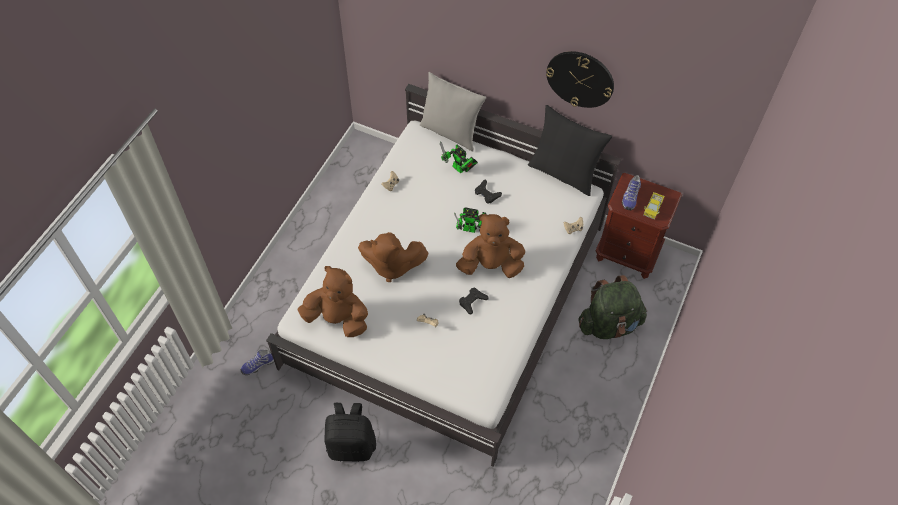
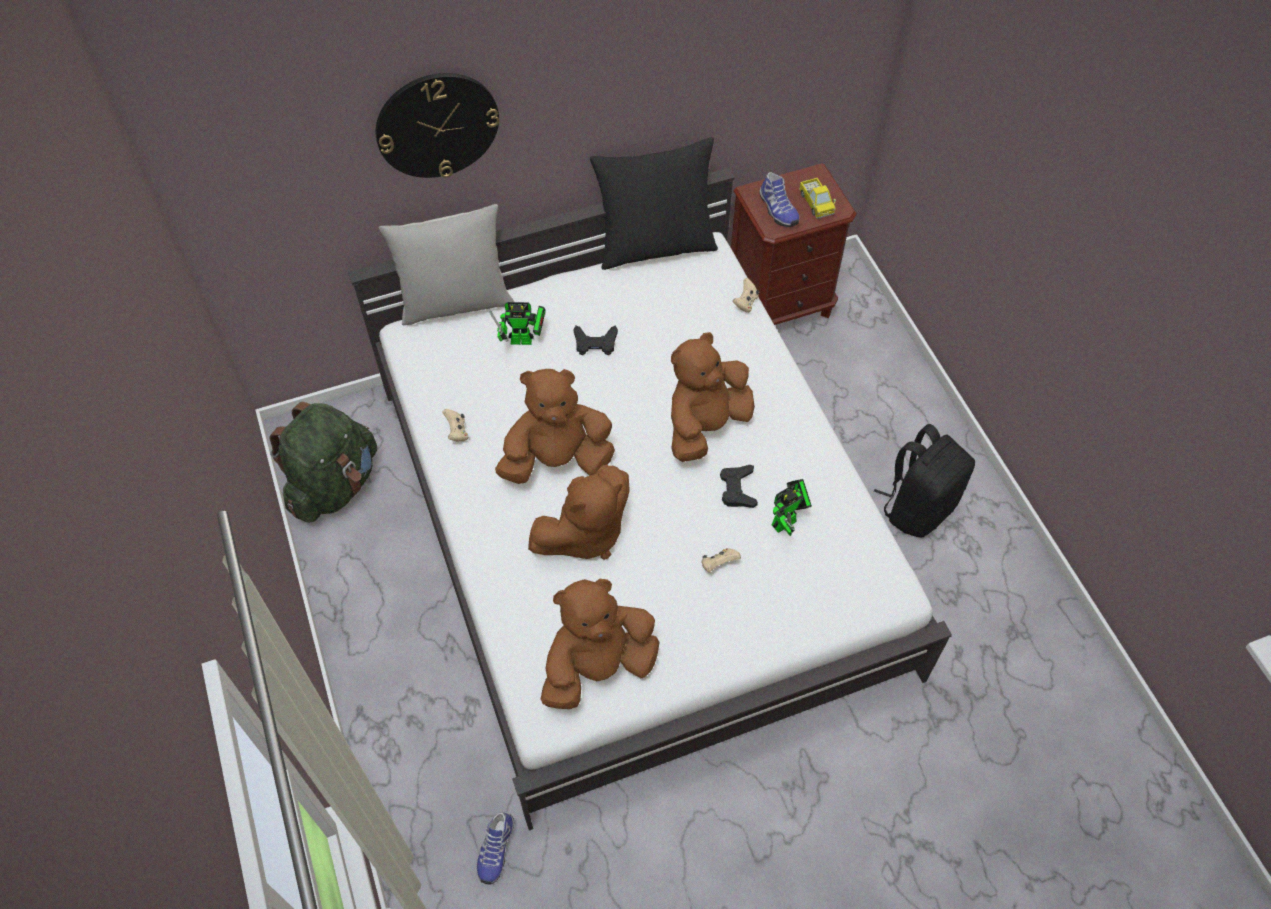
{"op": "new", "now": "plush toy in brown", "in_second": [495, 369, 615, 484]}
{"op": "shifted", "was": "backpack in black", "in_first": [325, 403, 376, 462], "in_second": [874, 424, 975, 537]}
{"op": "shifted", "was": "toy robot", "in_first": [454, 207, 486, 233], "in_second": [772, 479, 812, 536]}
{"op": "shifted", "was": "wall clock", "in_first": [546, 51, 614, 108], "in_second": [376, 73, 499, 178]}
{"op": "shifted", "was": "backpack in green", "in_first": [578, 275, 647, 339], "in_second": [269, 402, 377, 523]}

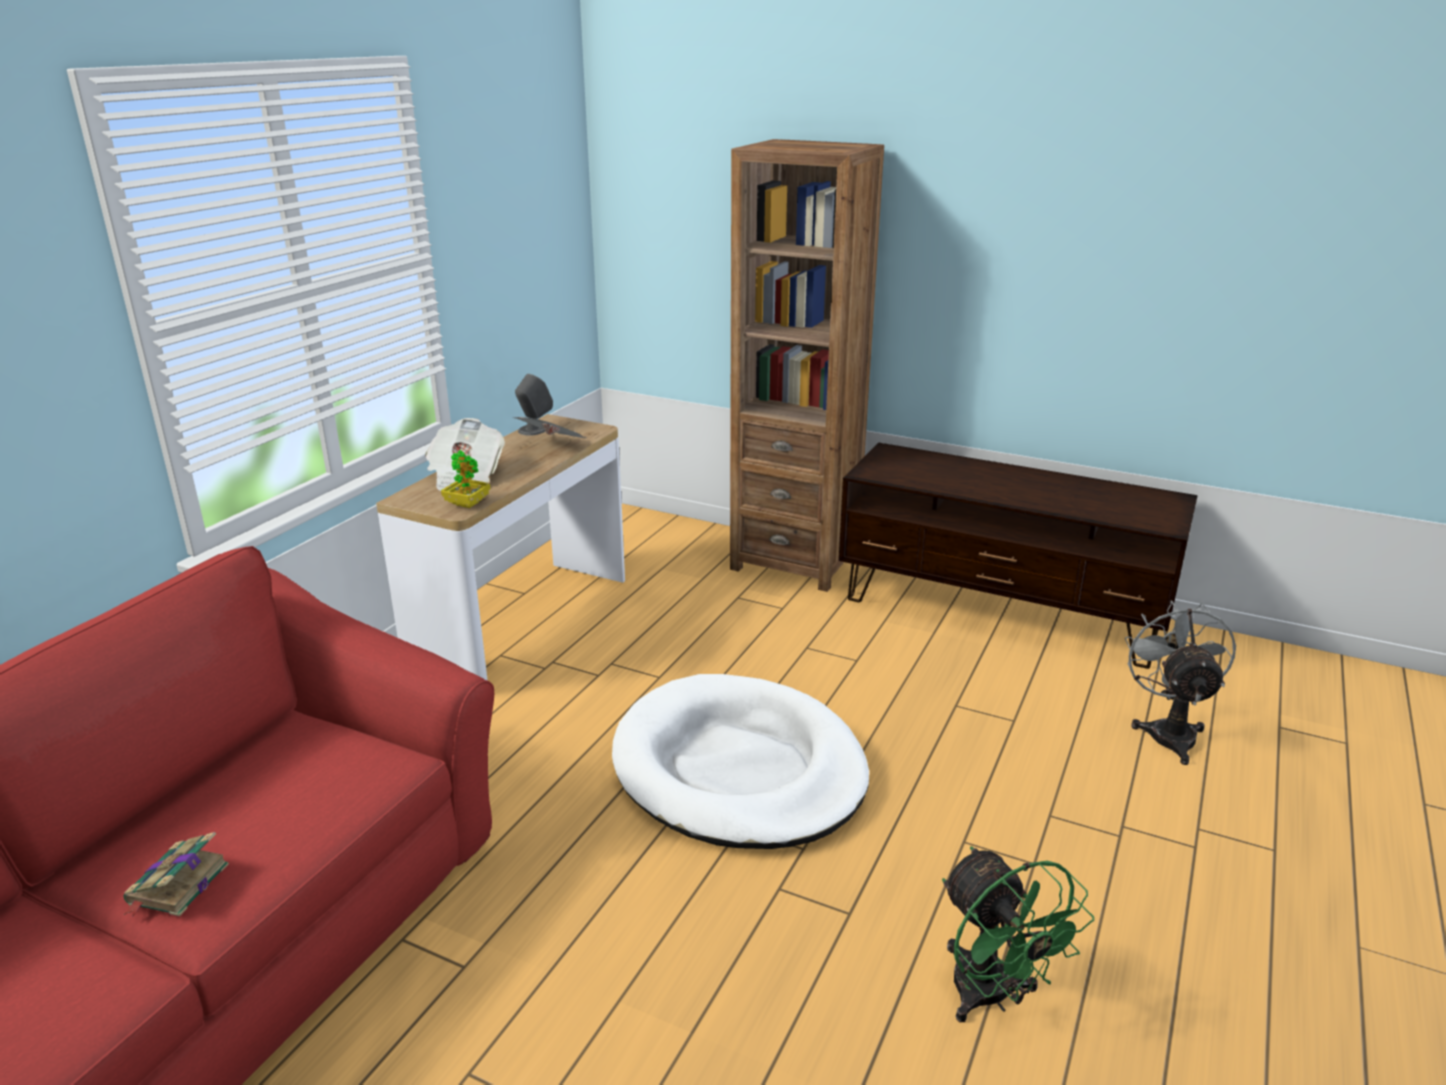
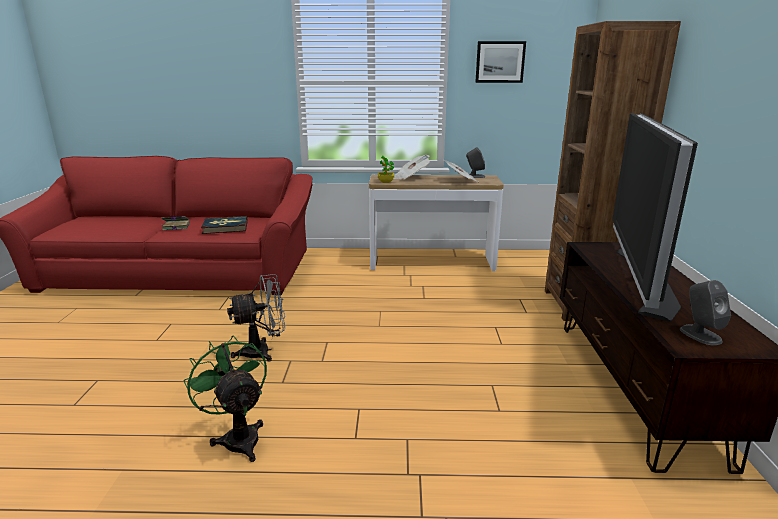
{"op": "gone", "was": "dog bed in white", "in_first": [612, 674, 869, 849]}
{"op": "new", "now": "book", "in_second": [201, 216, 248, 234]}
{"op": "new", "now": "picture", "in_second": [475, 41, 526, 83]}
{"op": "new", "now": "television", "in_second": [612, 113, 698, 322]}
{"op": "new", "now": "speaker in grey", "in_second": [680, 280, 731, 345]}
{"op": "shifted", "was": "fan in grey", "in_first": [1125, 600, 1236, 765], "in_second": [227, 274, 285, 362]}
{"op": "rotated", "was": "fan in green", "in_first": [942, 847, 1094, 1022], "in_second": [183, 335, 267, 462], "clockwise": 105}

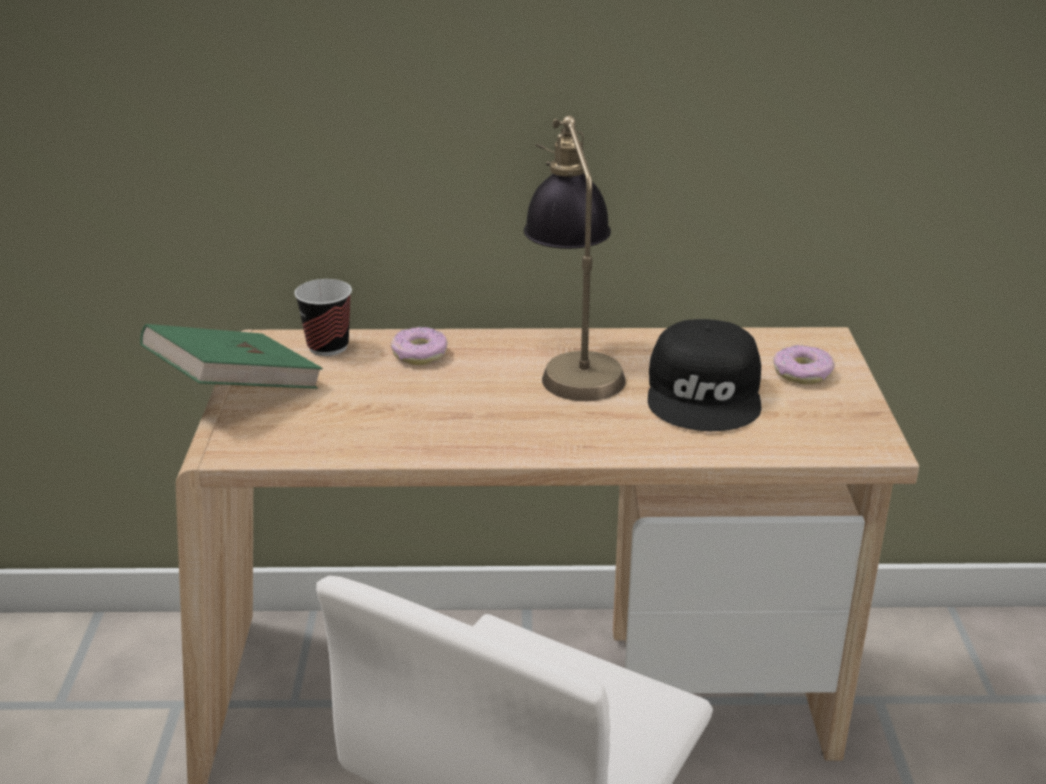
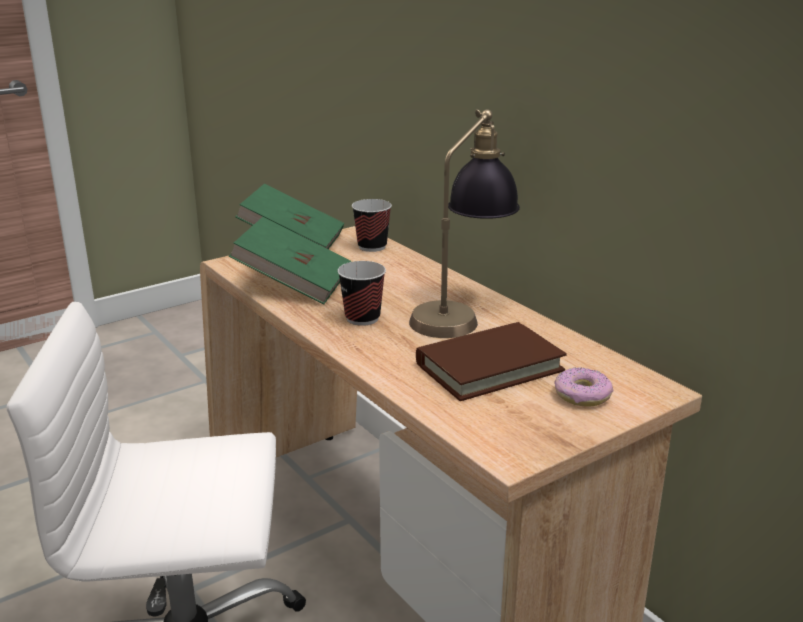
{"op": "gone", "was": "donut", "in_first": [390, 327, 448, 365]}
{"op": "new", "now": "book in green", "in_second": [229, 217, 352, 304]}
{"op": "new", "now": "cup", "in_second": [338, 261, 386, 326]}
{"op": "swapped", "was": "cap in black", "now": "book in brown", "in_first": [648, 319, 762, 431], "in_second": [416, 322, 567, 401]}

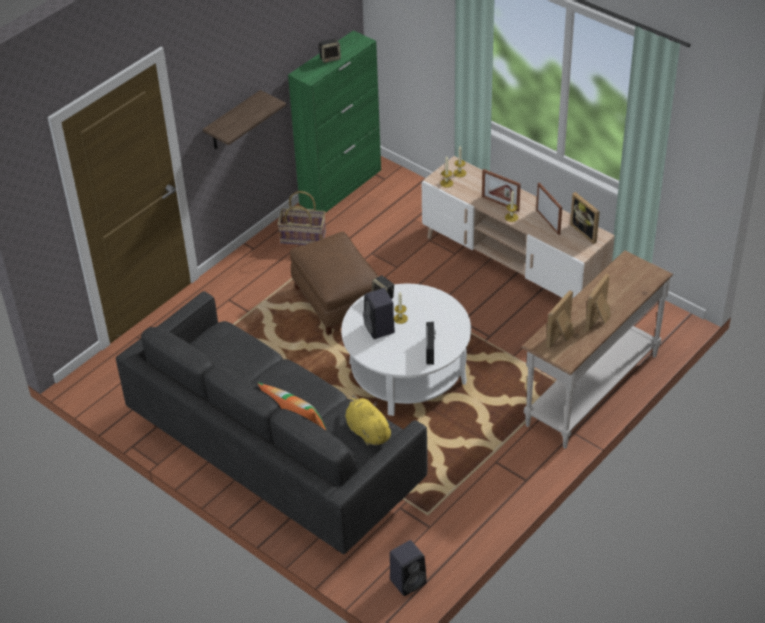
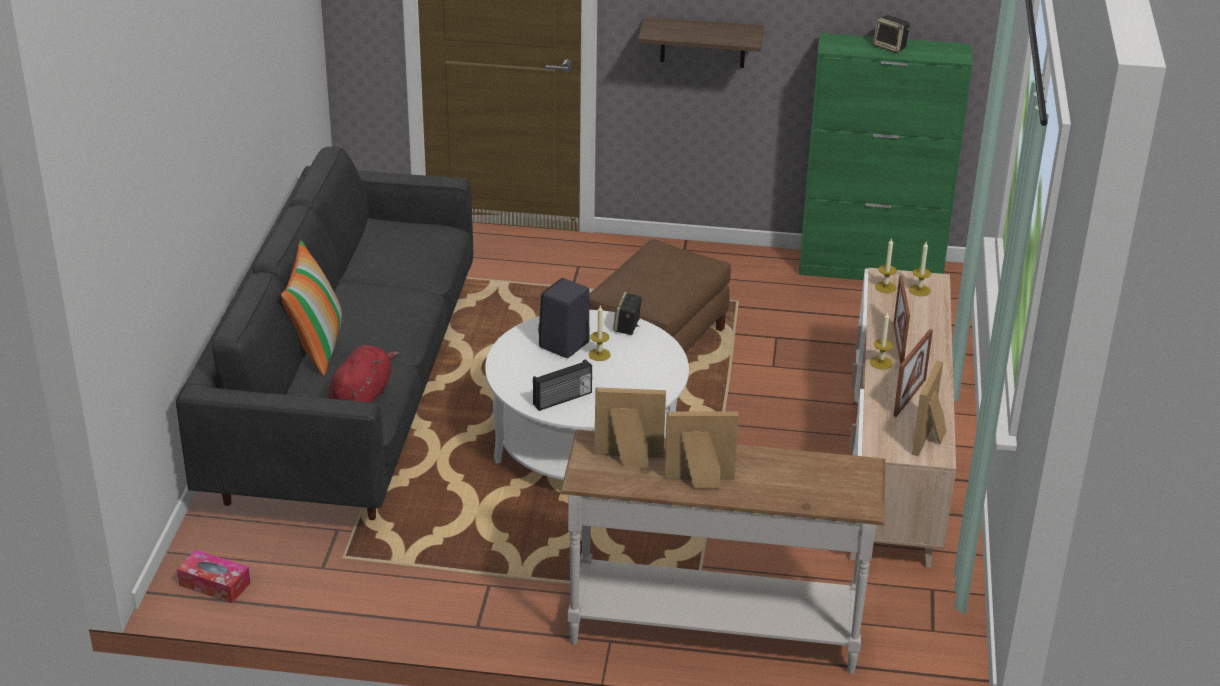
{"op": "gone", "was": "basket", "in_first": [277, 191, 326, 245]}
{"op": "swapped", "was": "speaker in black", "now": "tissue box", "in_first": [390, 540, 427, 596], "in_second": [177, 550, 251, 603]}
{"op": "repainted", "was": "plush toy in yellow", "now": "plush toy in red", "in_first": [345, 395, 394, 446], "in_second": [328, 345, 399, 403]}

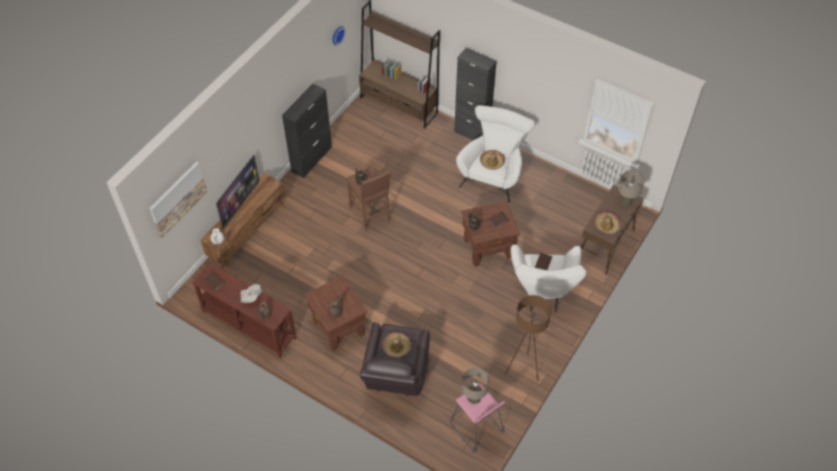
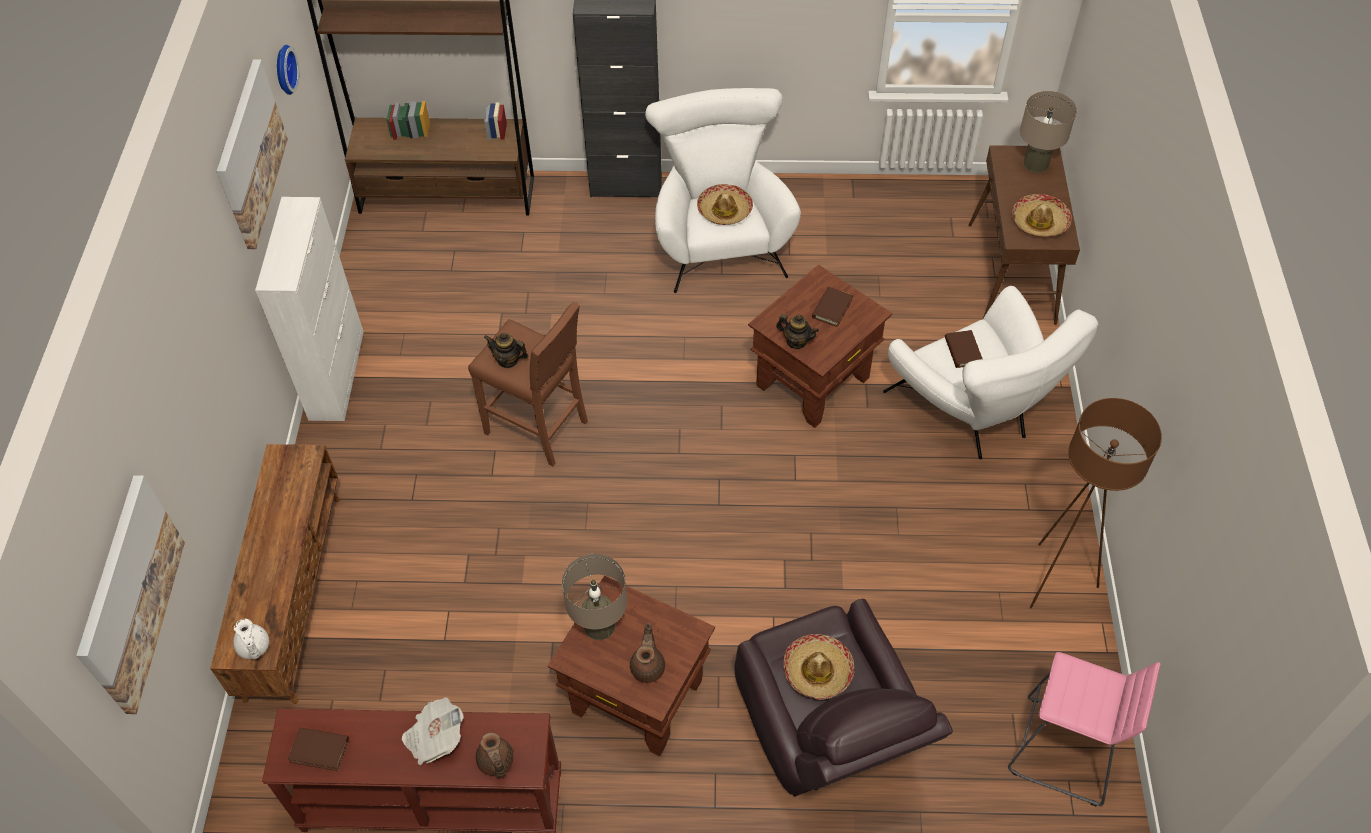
{"op": "gone", "was": "television", "in_first": [216, 155, 260, 229]}
{"op": "new", "now": "picture", "in_second": [216, 59, 288, 249]}
{"op": "shifted", "was": "table lamp in beige", "in_first": [462, 368, 489, 404], "in_second": [562, 554, 627, 640]}
{"op": "repainted", "was": "cabinet in black", "now": "cabinet in white", "in_first": [282, 84, 332, 178], "in_second": [255, 197, 364, 421]}

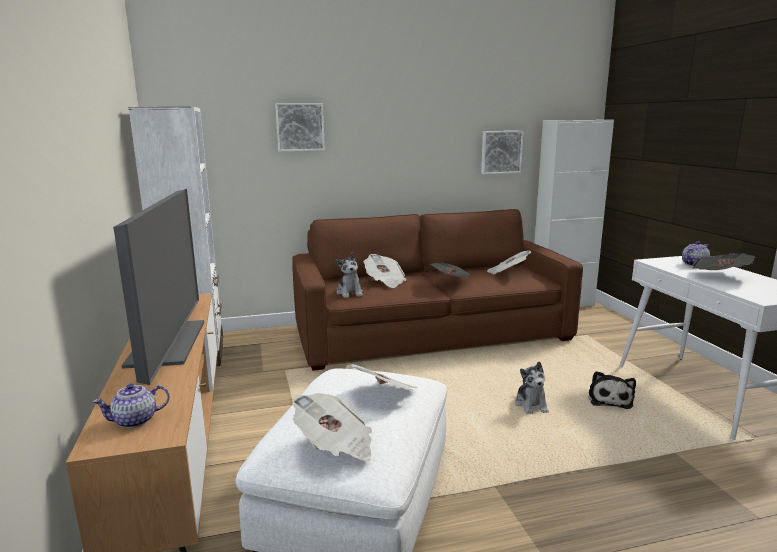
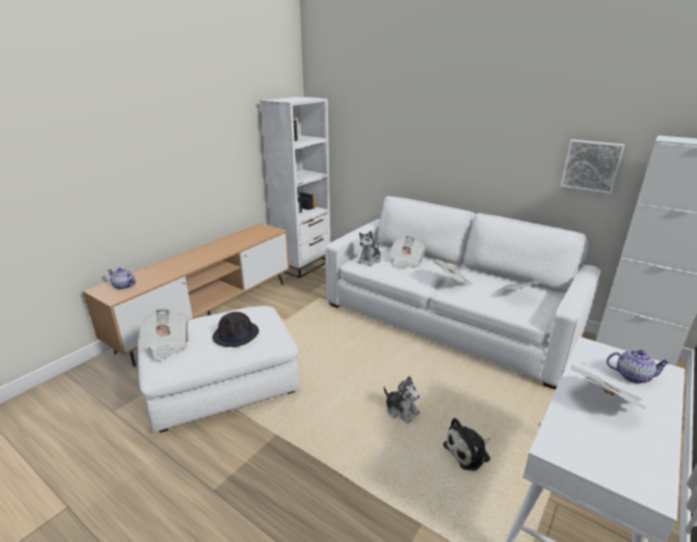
{"op": "gone", "was": "television", "in_first": [113, 189, 204, 385]}
{"op": "gone", "was": "picture", "in_first": [275, 103, 325, 152]}
{"op": "swapped", "was": "newspaper", "now": "hat in black", "in_first": [348, 364, 418, 391], "in_second": [212, 312, 259, 347]}
{"op": "repainted", "was": "sofa in brown", "now": "sofa in white", "in_first": [292, 209, 583, 371], "in_second": [325, 196, 601, 389]}
{"op": "rotated", "was": "plush toy", "in_first": [515, 361, 549, 414], "in_second": [384, 376, 420, 424], "clockwise": -90}

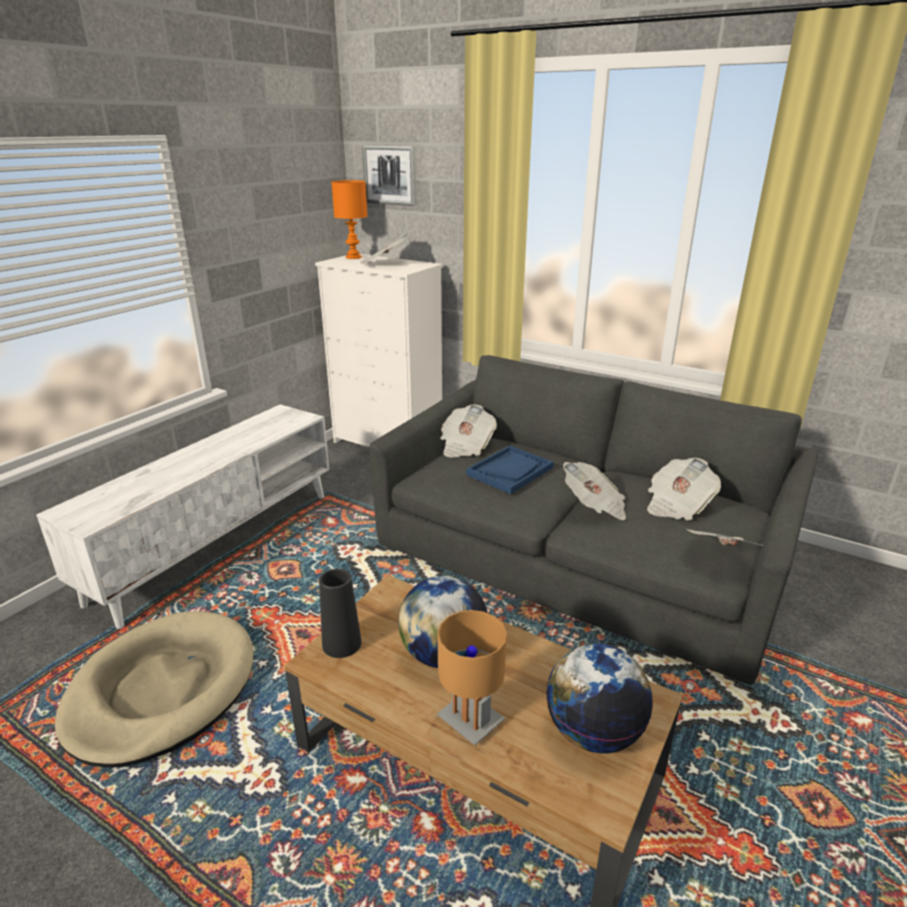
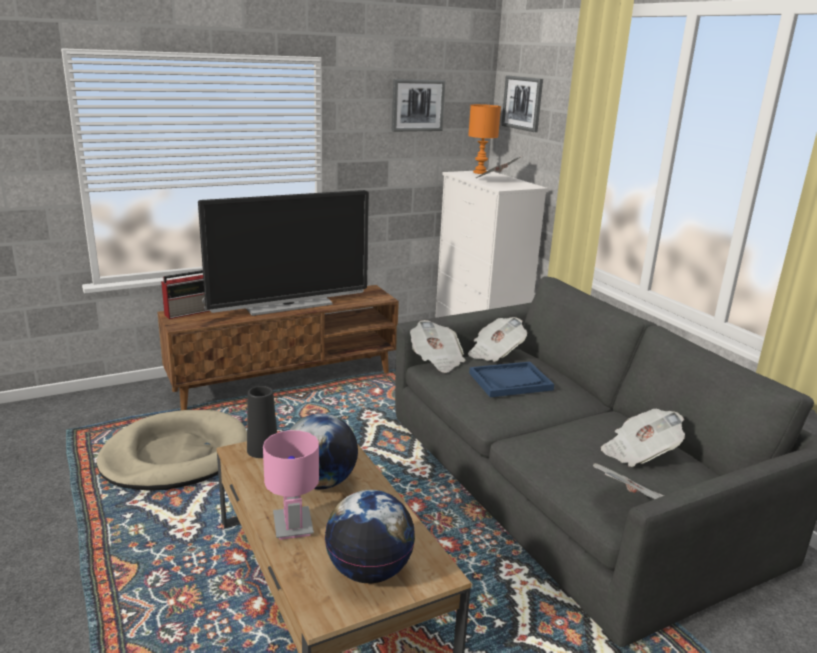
{"op": "new", "now": "radio", "in_second": [161, 270, 210, 319]}
{"op": "new", "now": "television", "in_second": [198, 190, 369, 316]}
{"op": "new", "now": "picture", "in_second": [392, 79, 446, 132]}
{"op": "shifted", "was": "newspaper", "in_first": [563, 462, 626, 520], "in_second": [410, 320, 466, 373]}
{"op": "repainted", "was": "tv stand in white", "now": "tv stand in brown", "in_first": [36, 404, 329, 629], "in_second": [157, 285, 399, 410]}
{"op": "repainted", "was": "table lamp in brown", "now": "table lamp in pink", "in_first": [437, 610, 507, 746], "in_second": [263, 430, 319, 540]}

